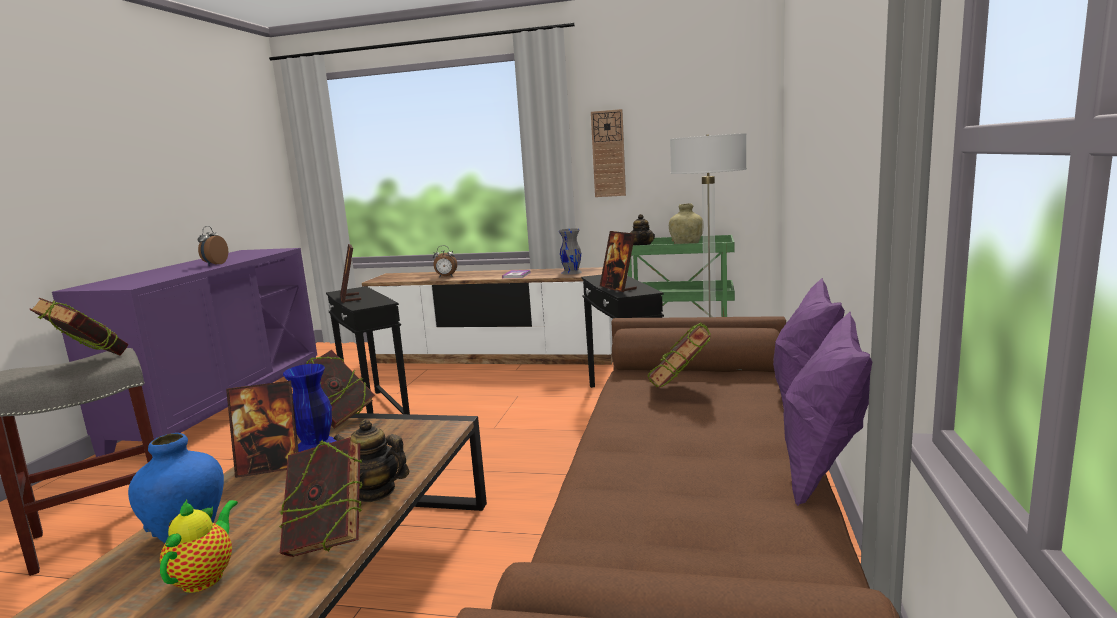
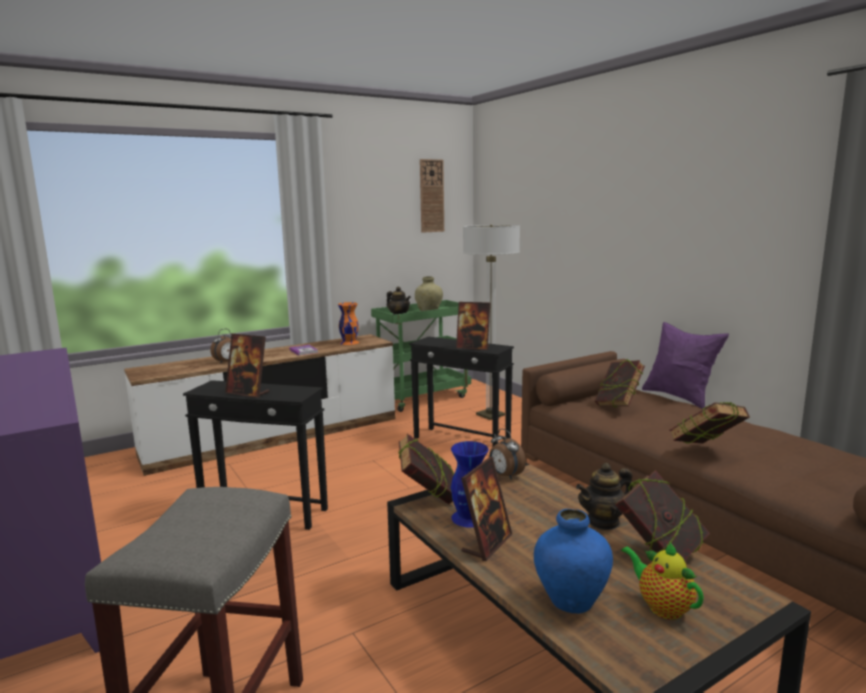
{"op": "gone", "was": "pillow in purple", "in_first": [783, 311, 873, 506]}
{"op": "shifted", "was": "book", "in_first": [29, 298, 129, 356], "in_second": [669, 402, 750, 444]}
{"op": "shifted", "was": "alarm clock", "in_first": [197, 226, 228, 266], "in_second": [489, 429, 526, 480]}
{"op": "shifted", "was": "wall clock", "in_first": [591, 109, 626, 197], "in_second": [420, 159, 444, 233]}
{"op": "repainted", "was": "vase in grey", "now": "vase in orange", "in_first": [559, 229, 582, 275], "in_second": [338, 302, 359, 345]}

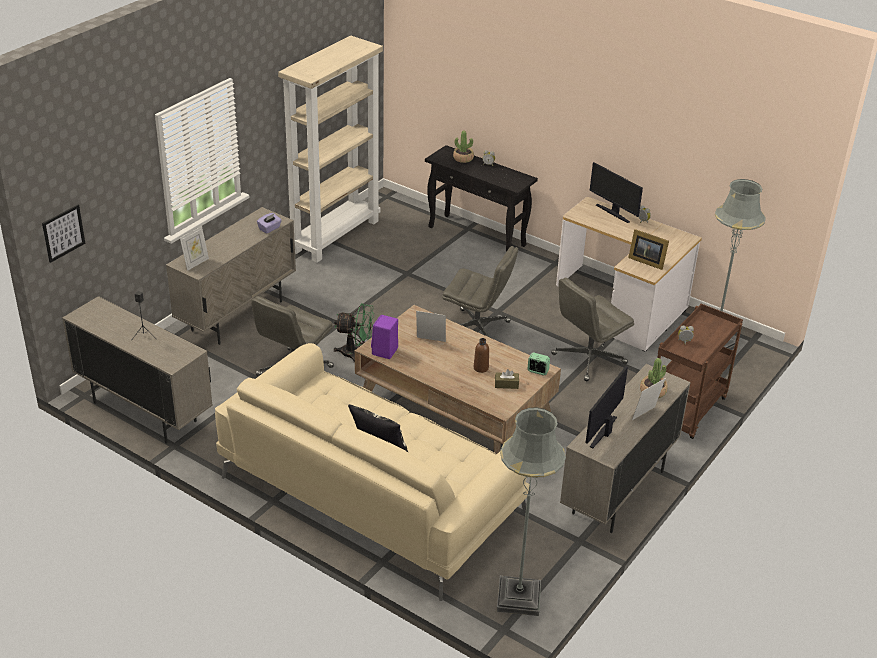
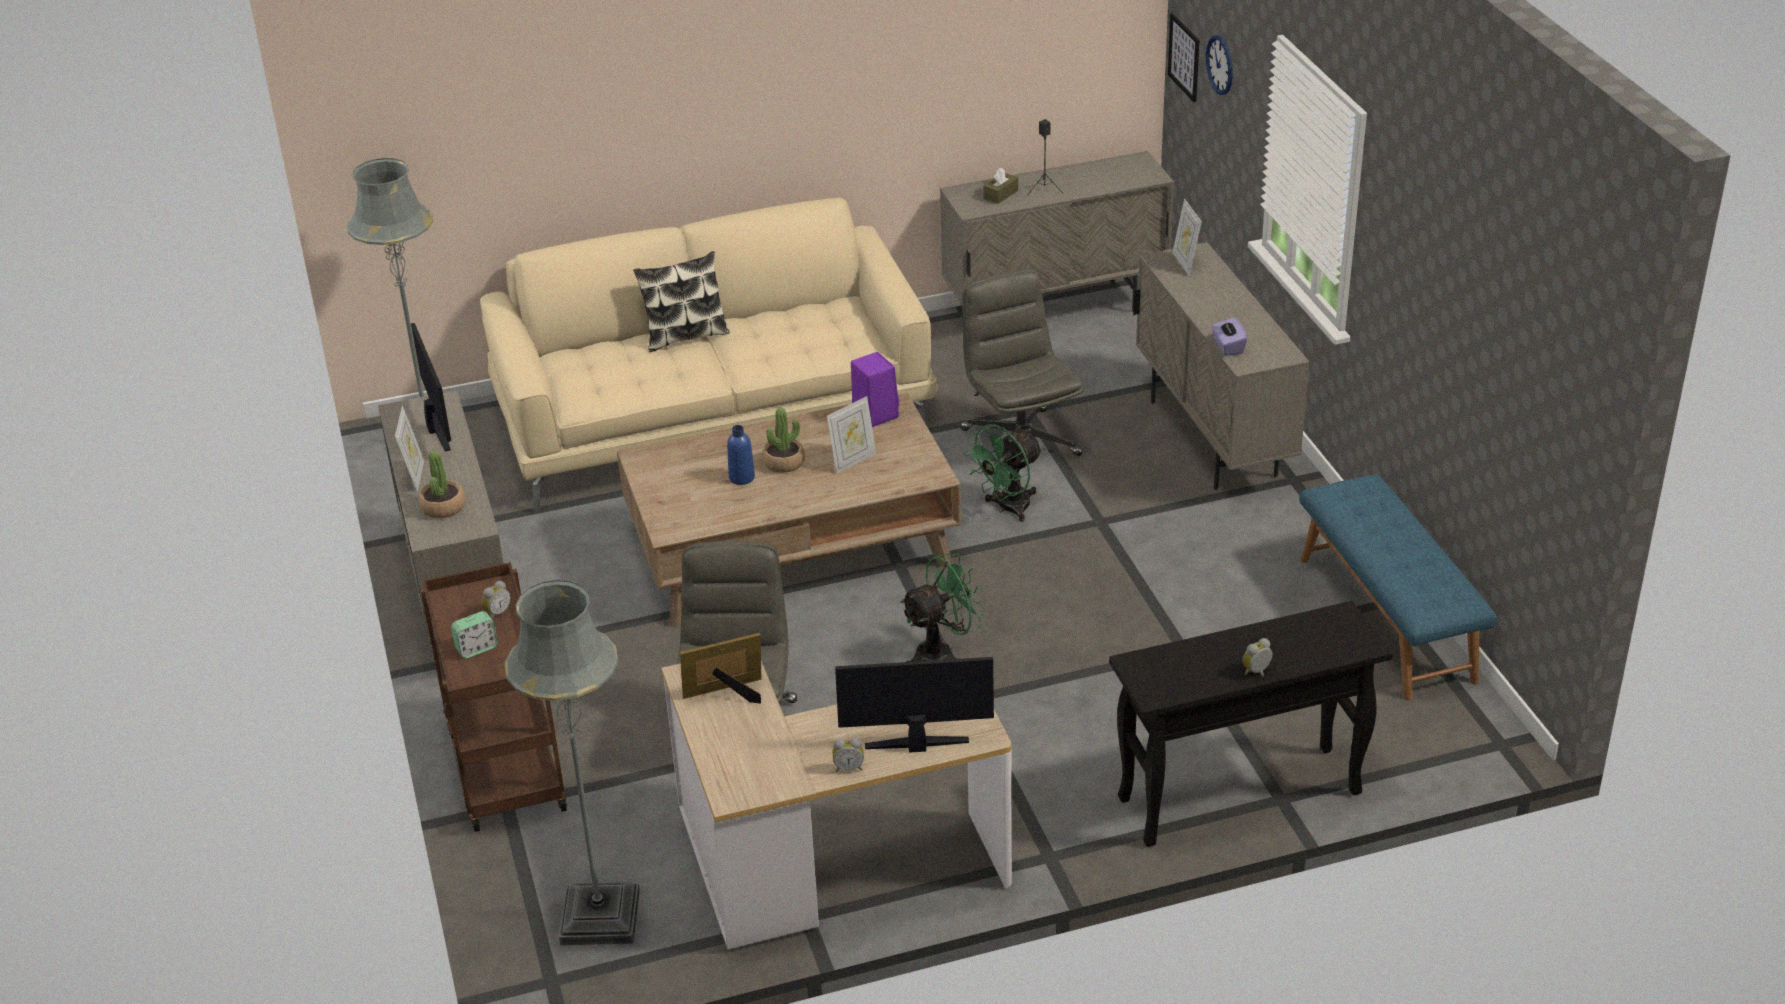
{"op": "new", "now": "wall clock", "in_second": [1206, 35, 1233, 95]}
{"op": "shifted", "was": "potted plant", "in_first": [453, 131, 474, 163], "in_second": [762, 408, 805, 473]}
{"op": "shifted", "was": "tissue box in brown", "in_first": [495, 369, 519, 389], "in_second": [983, 168, 1018, 204]}
{"op": "shifted", "was": "alarm clock", "in_first": [528, 353, 550, 375], "in_second": [451, 611, 498, 658]}
{"op": "swapped", "was": "bookcase in beige", "now": "bench in blue", "in_first": [278, 36, 383, 263], "in_second": [1299, 474, 1497, 701]}
{"op": "swapped", "was": "office chair in grey", "now": "fan in green", "in_first": [442, 246, 518, 337], "in_second": [900, 553, 987, 662]}
{"op": "repainted", "was": "bottle in brown", "now": "bottle in blue", "in_first": [474, 338, 489, 373], "in_second": [727, 425, 755, 485]}

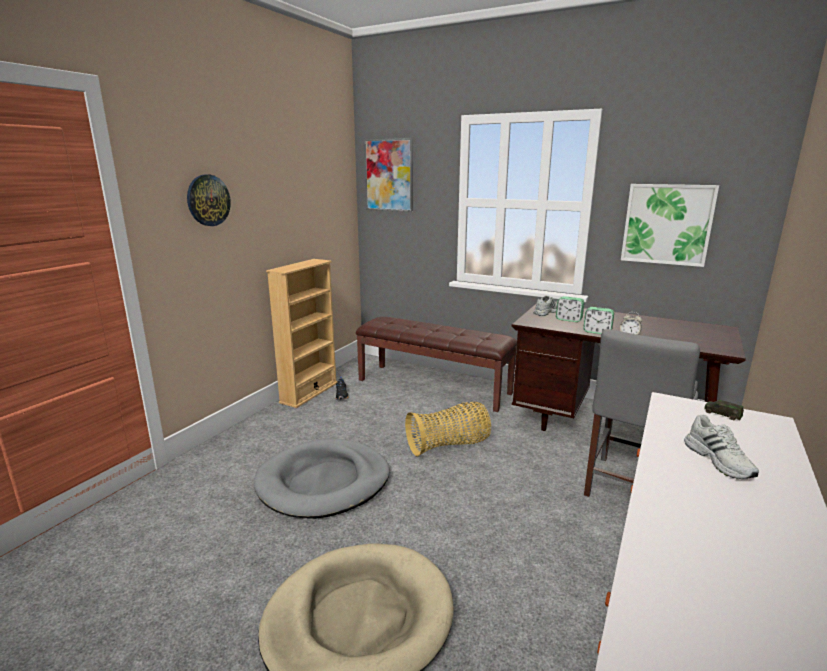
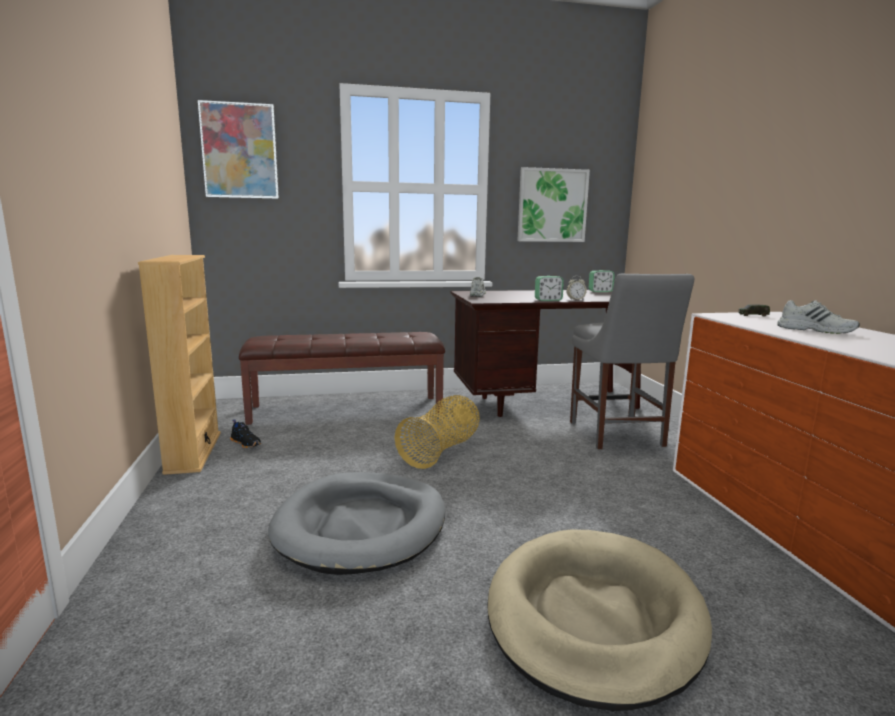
{"op": "gone", "was": "wall clock", "in_first": [187, 175, 231, 226]}
{"op": "shifted", "was": "alarm clock", "in_first": [556, 296, 584, 322], "in_second": [589, 270, 615, 292]}

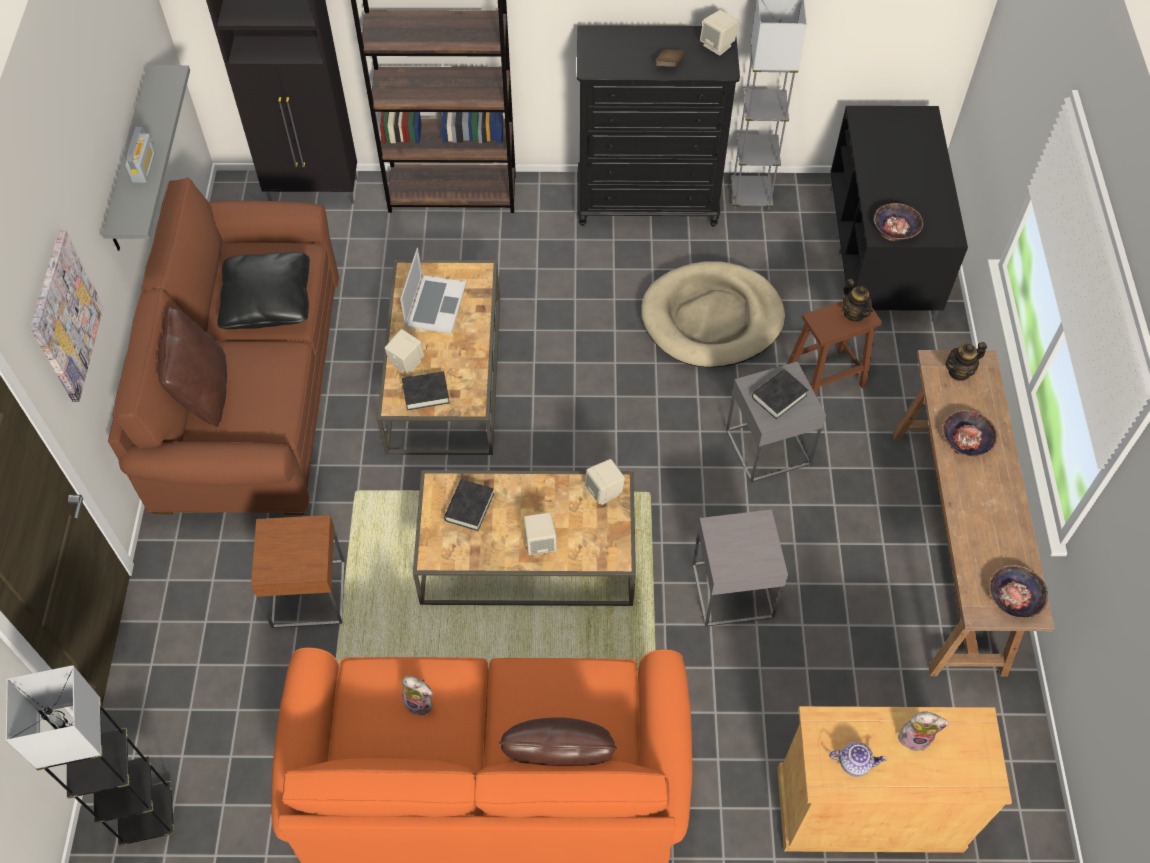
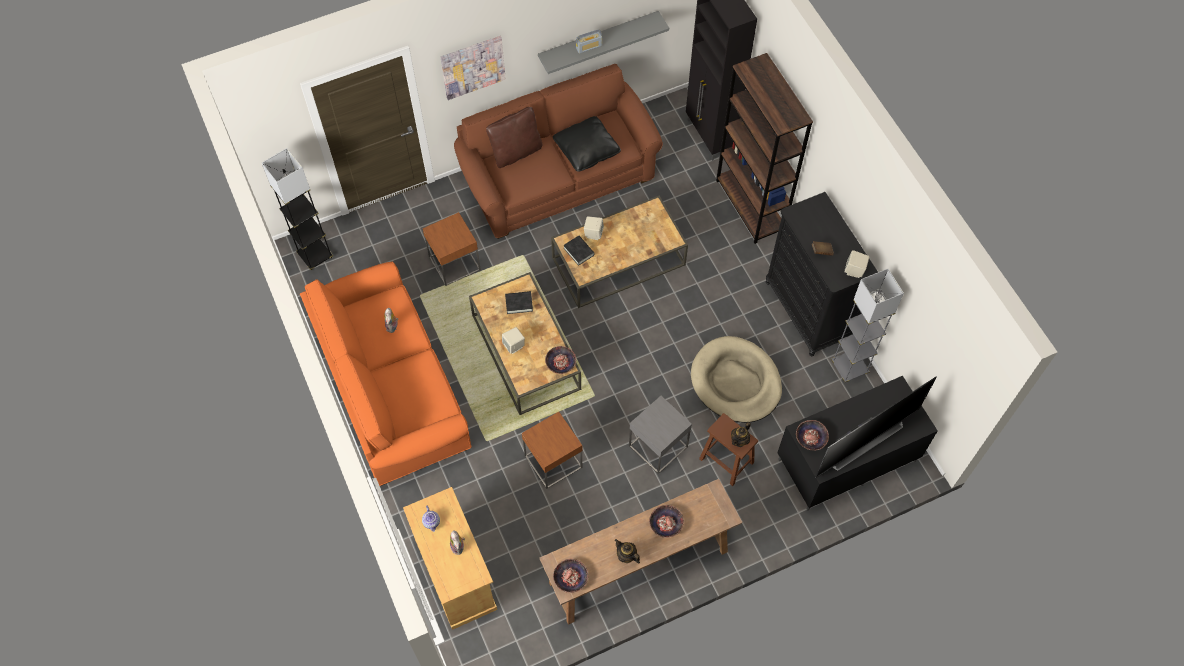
{"op": "gone", "was": "laptop", "in_first": [400, 248, 466, 334]}
{"op": "gone", "was": "pillow in brown", "in_first": [499, 717, 617, 766]}
{"op": "gone", "was": "book in black", "in_first": [752, 370, 808, 419]}
{"op": "new", "now": "television", "in_second": [815, 377, 937, 478]}
{"op": "shifted", "was": "teapot", "in_first": [946, 342, 987, 381], "in_second": [615, 539, 640, 563]}
{"op": "swapped", "was": "speaker in beige", "now": "bowl", "in_first": [585, 459, 625, 505], "in_second": [545, 346, 576, 374]}
{"op": "repainted", "was": "side table in grey", "now": "side table in brown", "in_first": [692, 509, 788, 627], "in_second": [522, 412, 582, 489]}

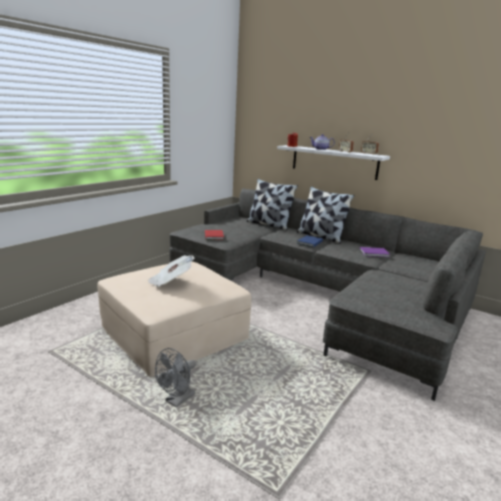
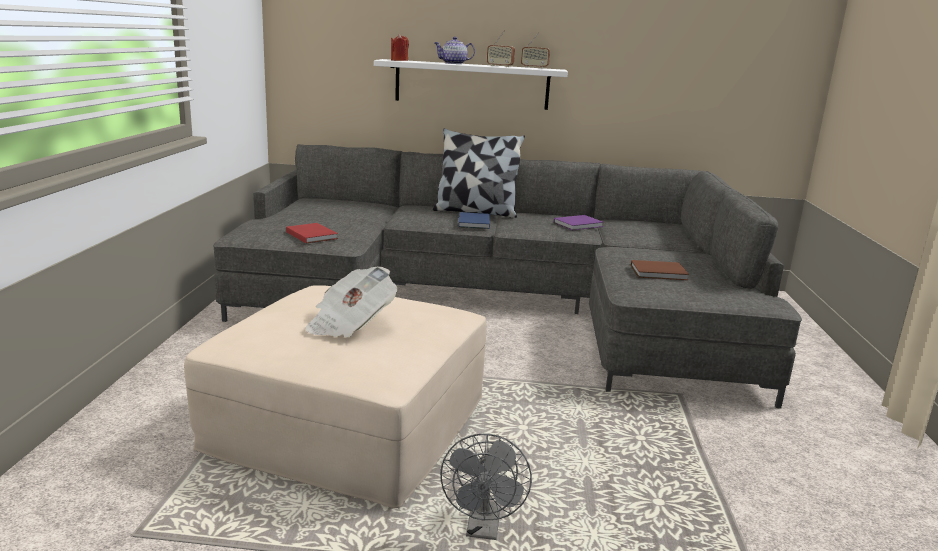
{"op": "gone", "was": "pillow", "in_first": [247, 179, 298, 230]}
{"op": "new", "now": "book in brown", "in_second": [631, 260, 689, 280]}

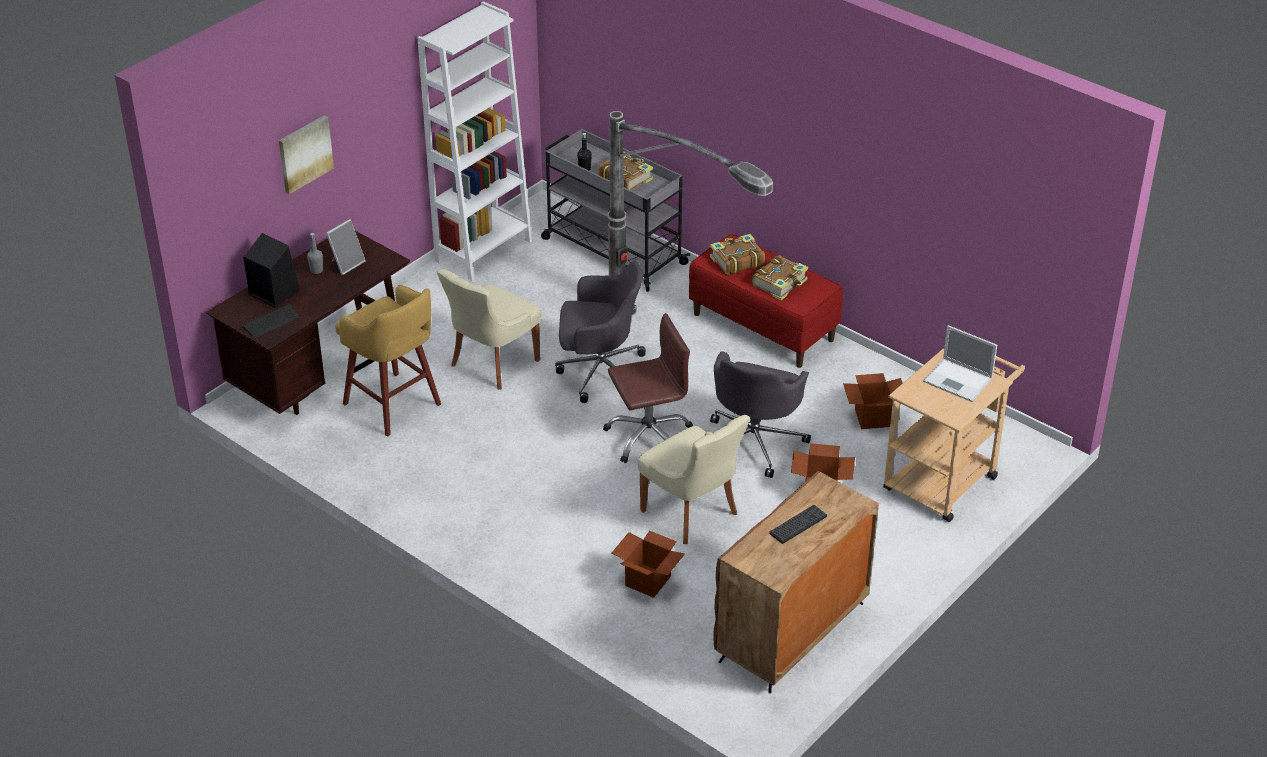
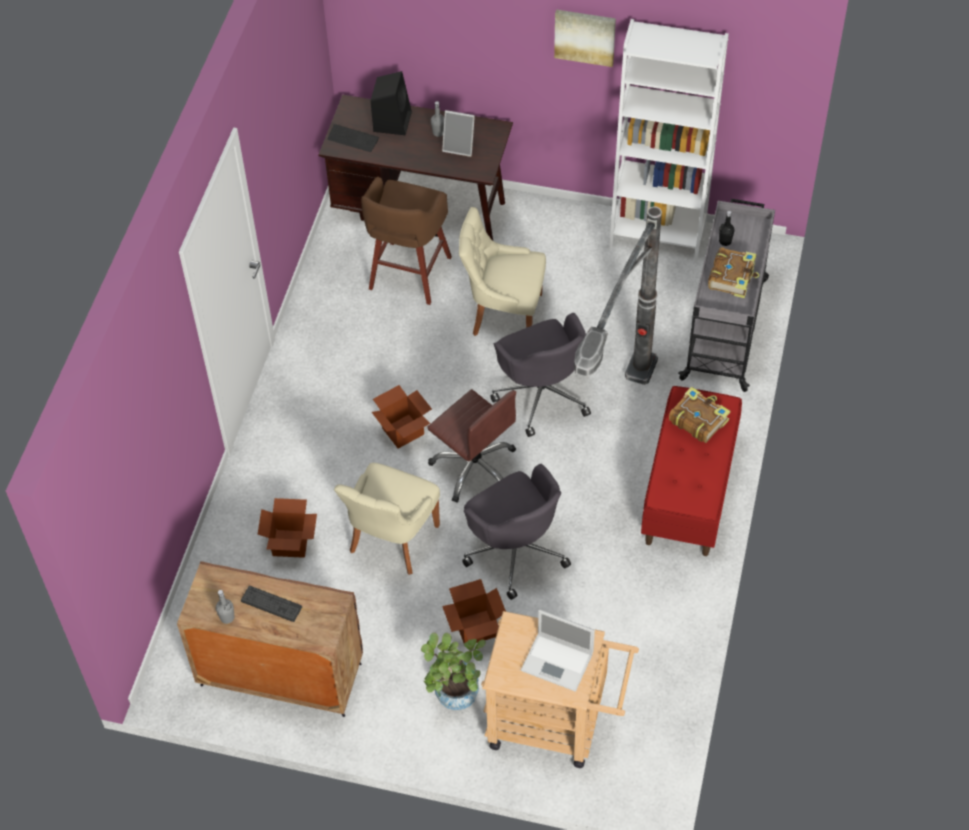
{"op": "gone", "was": "book", "in_first": [752, 255, 808, 300]}
{"op": "new", "now": "bottle in grey", "in_second": [216, 590, 234, 624]}
{"op": "new", "now": "potted plant", "in_second": [421, 632, 486, 710]}
{"op": "shifted", "was": "picture", "in_first": [279, 115, 334, 194], "in_second": [554, 9, 616, 67]}
{"op": "shifted", "was": "cardboard box", "in_first": [843, 373, 903, 429], "in_second": [372, 385, 432, 449]}
{"op": "repainted", "was": "stool in yellow", "now": "stool in brown", "in_first": [335, 285, 441, 437], "in_second": [361, 177, 452, 305]}
{"op": "rotated", "was": "office chair in grey", "in_first": [710, 351, 811, 478], "in_second": [462, 464, 571, 600], "clockwise": -120}
{"op": "rotated", "was": "laptop", "in_first": [923, 325, 997, 402], "in_second": [521, 609, 595, 692], "clockwise": -75}

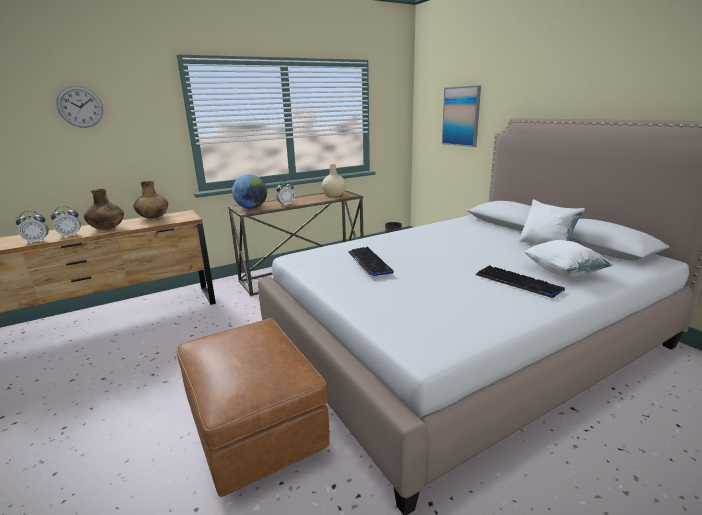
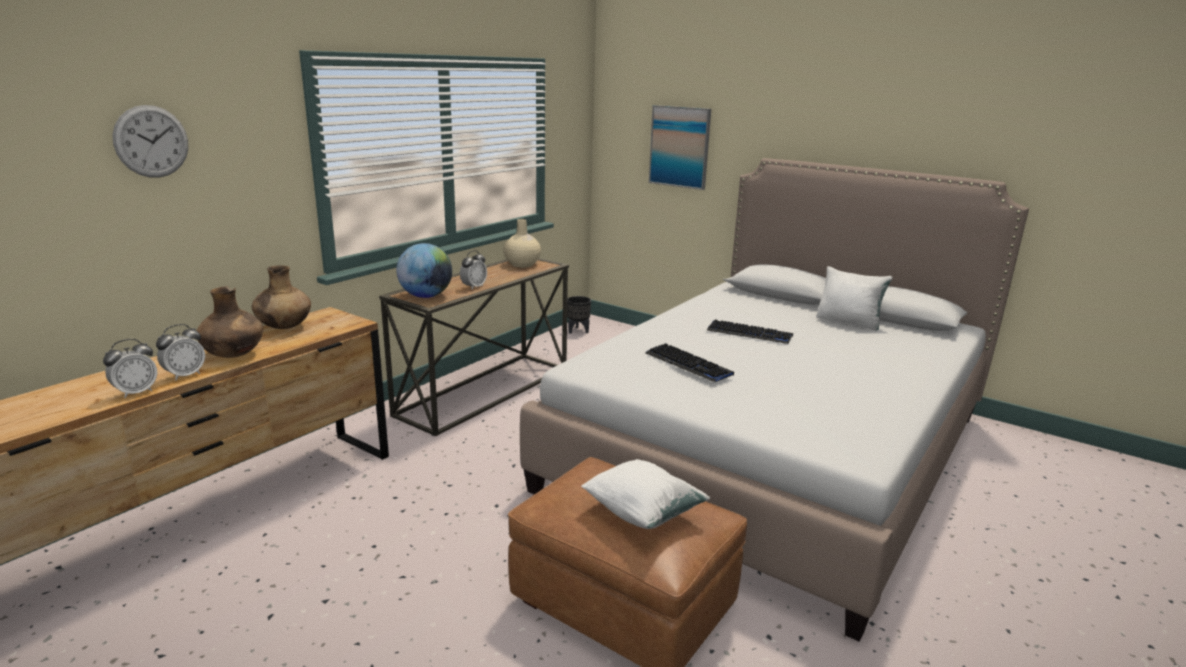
{"op": "shifted", "was": "keyboard", "in_first": [476, 265, 565, 298], "in_second": [706, 319, 793, 344]}
{"op": "shifted", "was": "pillow in white", "in_first": [523, 240, 614, 277], "in_second": [581, 459, 710, 529]}

